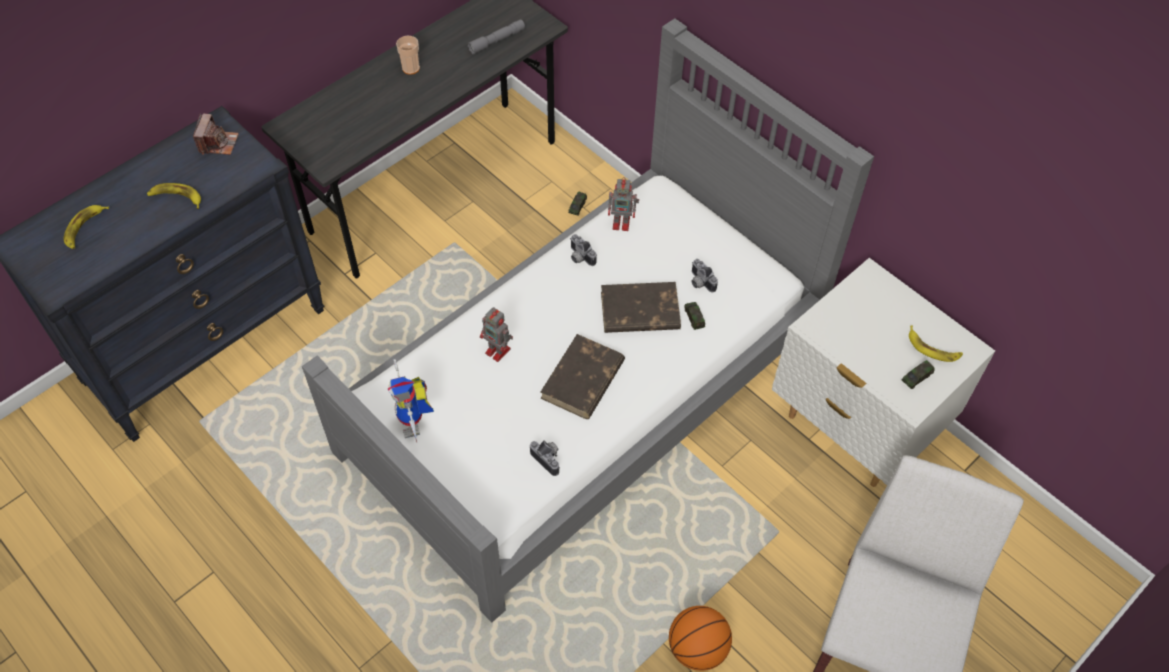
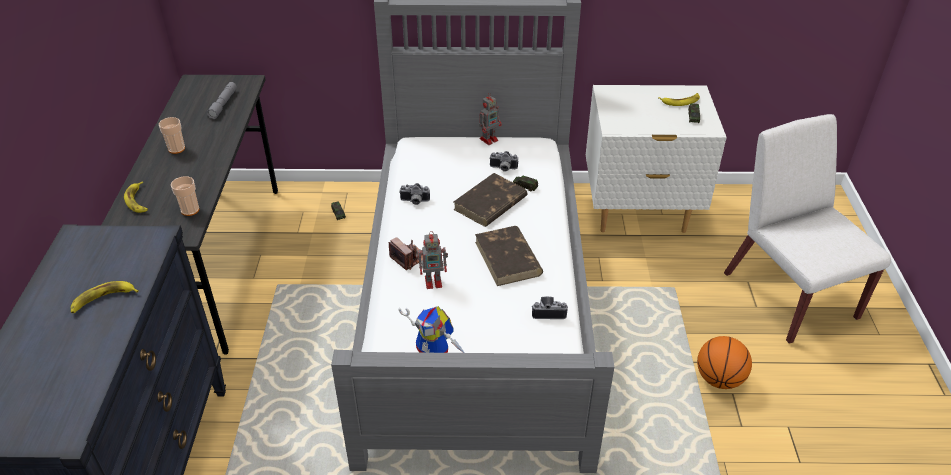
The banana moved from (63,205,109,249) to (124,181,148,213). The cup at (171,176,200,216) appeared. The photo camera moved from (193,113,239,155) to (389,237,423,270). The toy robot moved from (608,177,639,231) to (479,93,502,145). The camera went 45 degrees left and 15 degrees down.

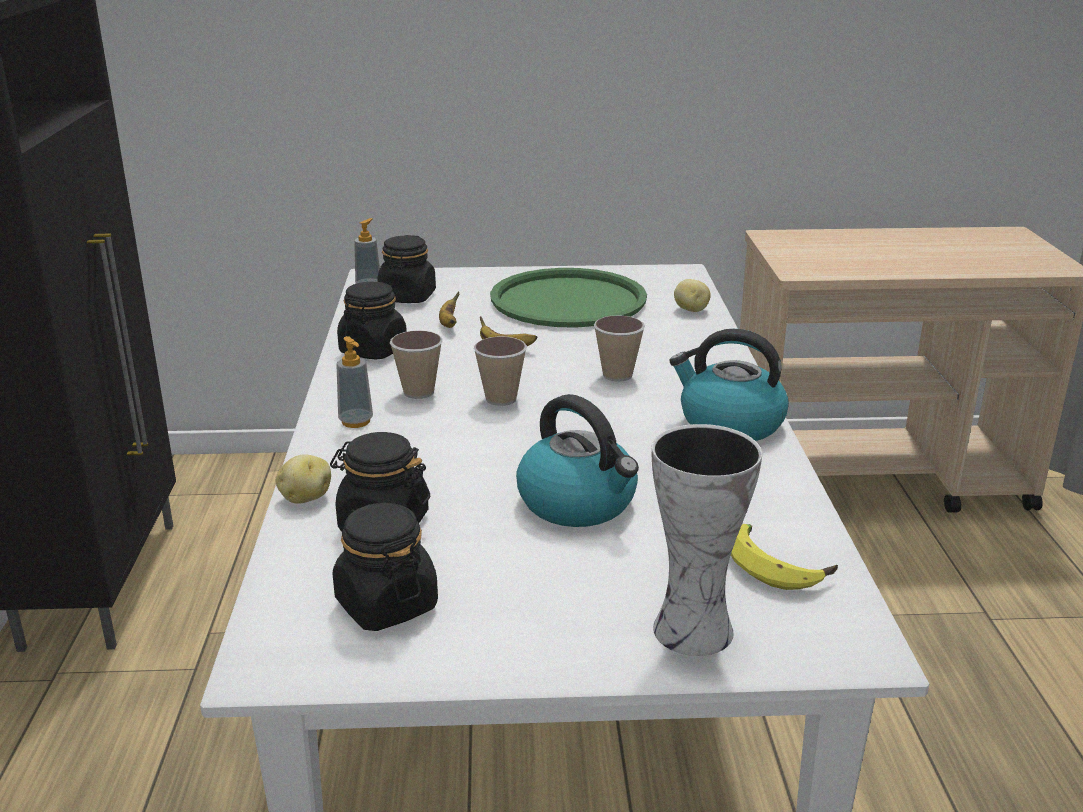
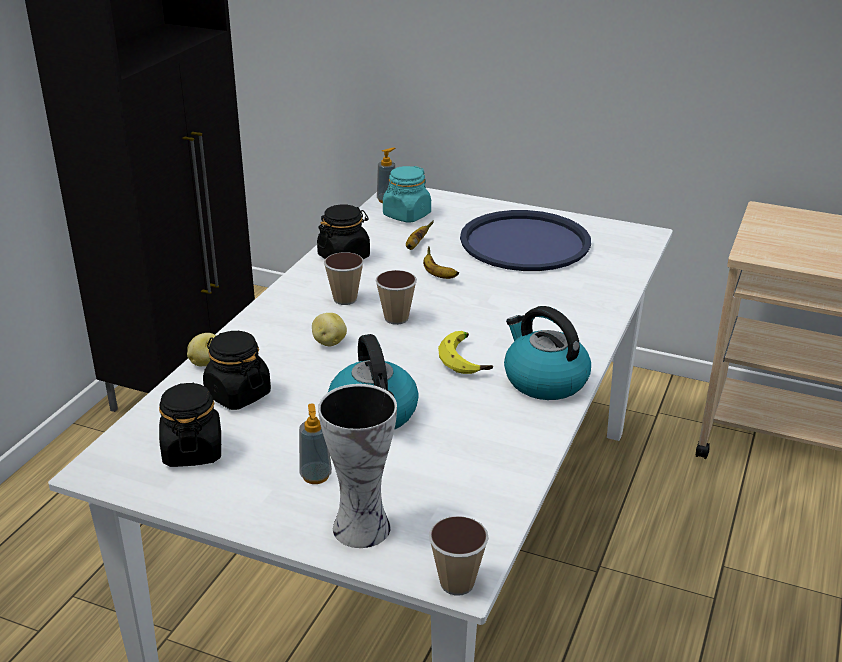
The soap dispenser moved from (336,336,373,428) to (299,403,332,484). The potato moved from (674,279,711,312) to (312,313,347,346). The jar/black at (377,235,436,303) became the jar/turquoise at (383,166,431,223). The cup moved from (594,315,645,382) to (429,516,489,596). The banana moved from (731,524,838,590) to (438,331,493,374). The tray/green at (490,268,647,328) became the tray/blue at (460,210,591,271). The camera went 25 degrees right and 5 degrees up.

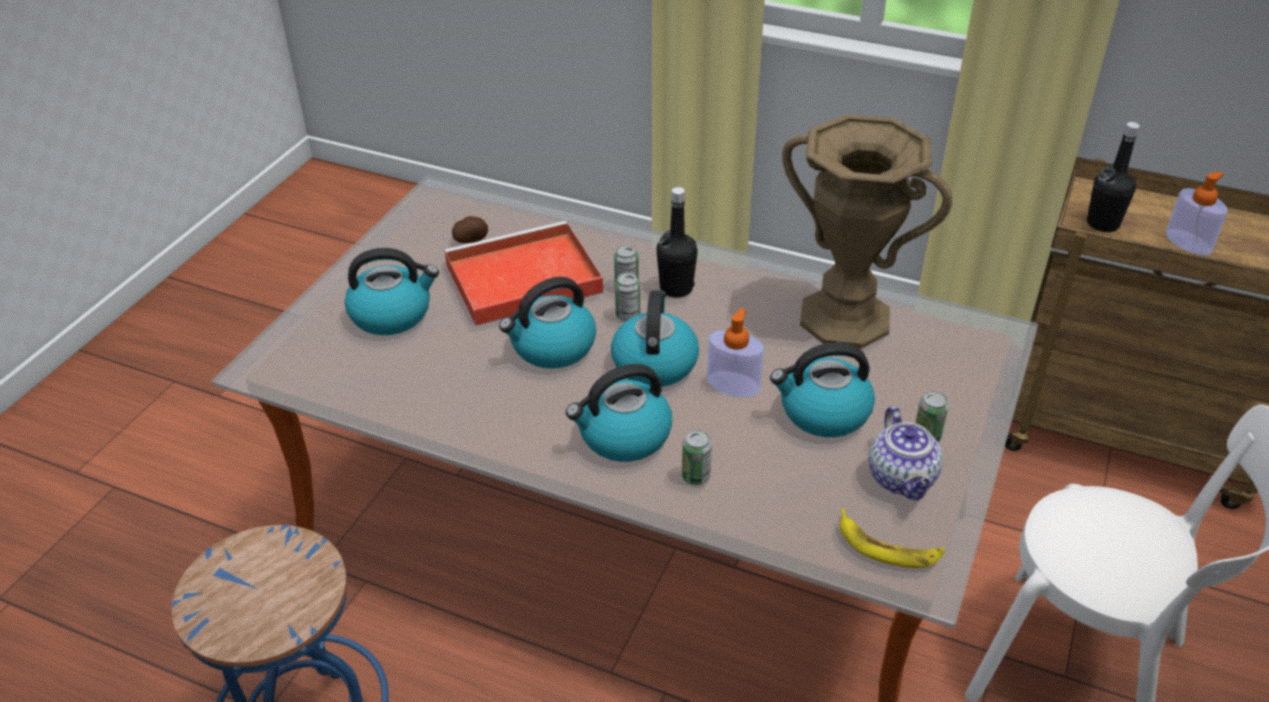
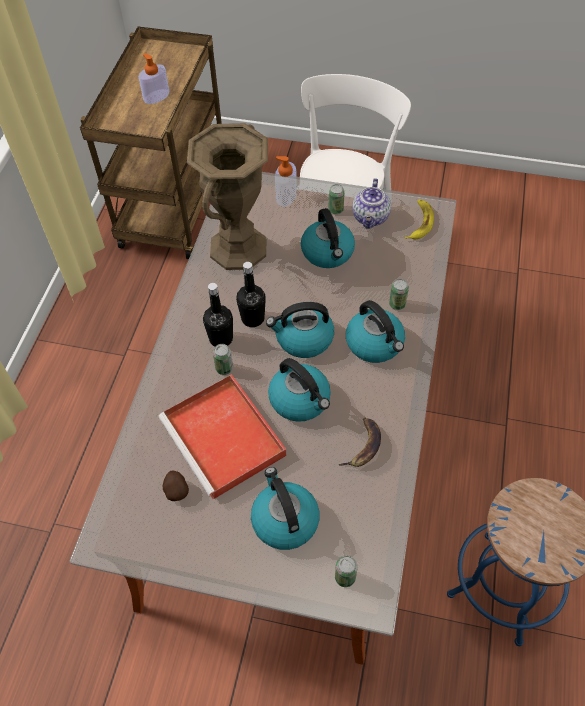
The bottle/black moved from (1087,122,1140,232) to (236,262,266,327). The soap dispenser moved from (707,308,764,397) to (275,156,297,207). The can moved from (615,273,640,322) to (335,556,358,587). The banana at (339,418,381,467) appeared. The teapot at (869,406,943,501) turned 120 degrees clockwise. The camera went 100 degrees left and 15 degrees up.

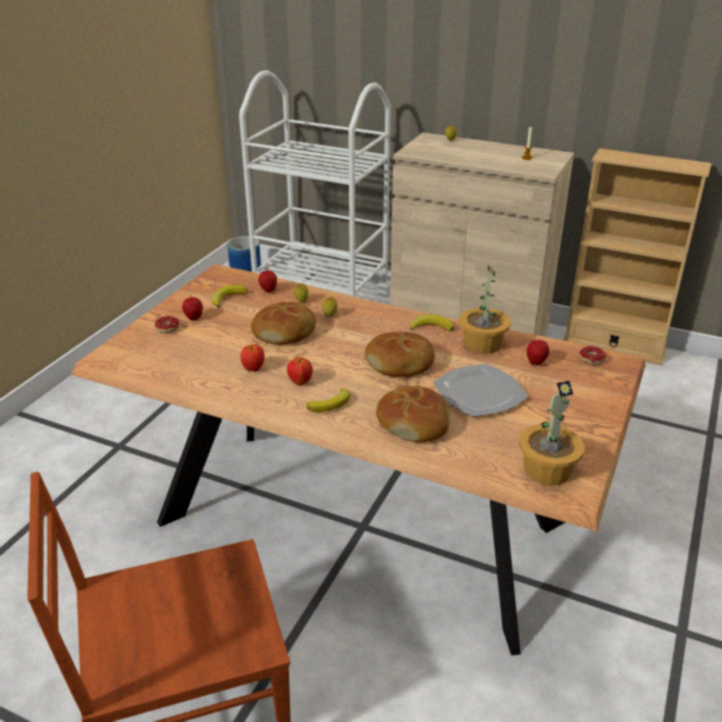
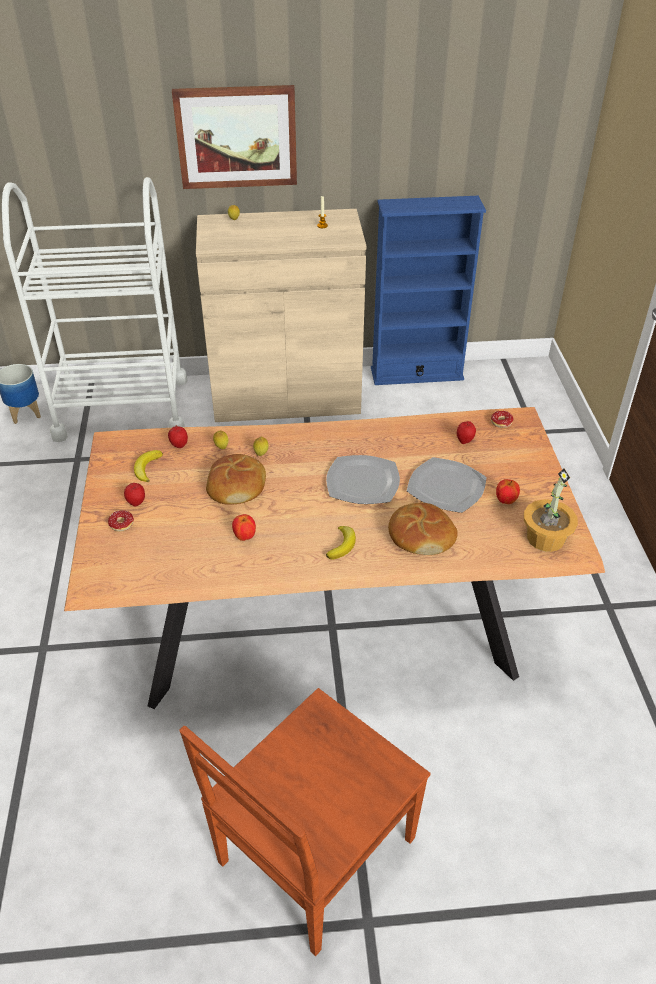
The picture at (172,85,297,189) appeared. The bread at (365,332,435,377) was replaced by the plate at (326,455,400,504). The bookcase/beige at (564,148,712,366) became the bookcase/blue at (371,196,486,385). The apple moved from (287,358,313,386) to (496,479,520,504). The banana at (410,315,454,331) disappeared. The potted plant at (459,266,511,354) disappeared. The camera went 30 degrees left and 10 degrees up.

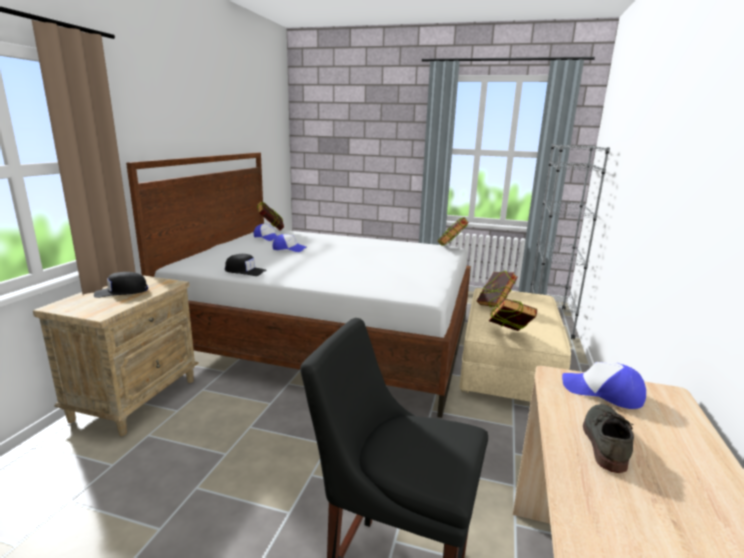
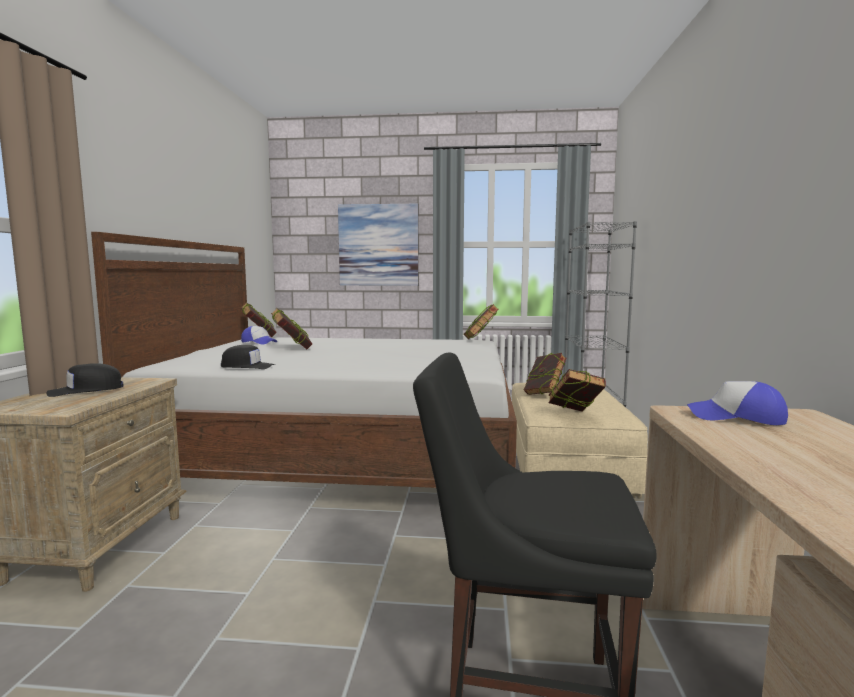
The cap at (272,234,307,252) was replaced by the book at (271,308,312,350). The picture at (338,204,418,286) appeared. The shoe/grey at (583,404,634,473) disappeared. The camera went 10 degrees left and 10 degrees down.

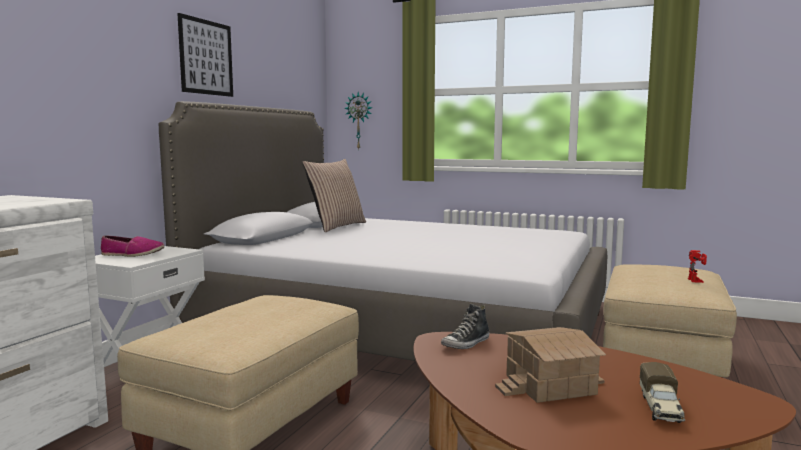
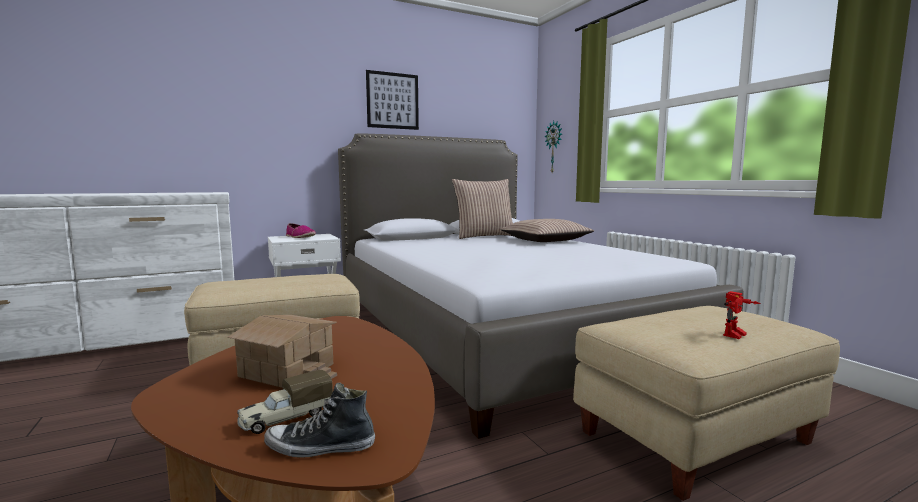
The shoe moved from (441,304,489,349) to (264,383,375,458). The pillow at (500,219,594,242) appeared. The camera went 40 degrees right and 0 degrees up.

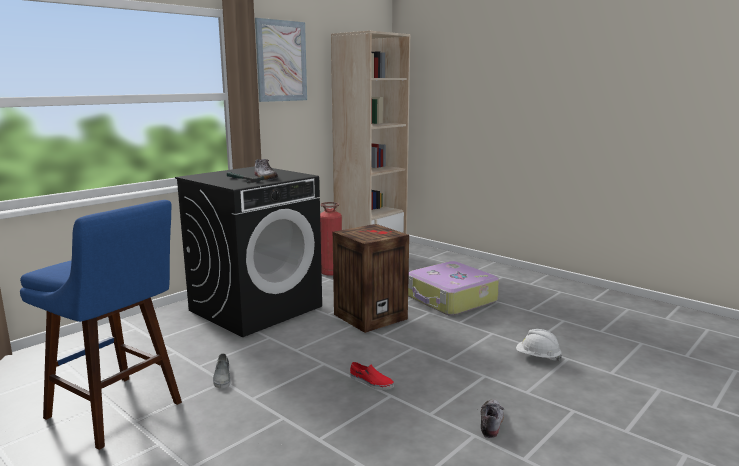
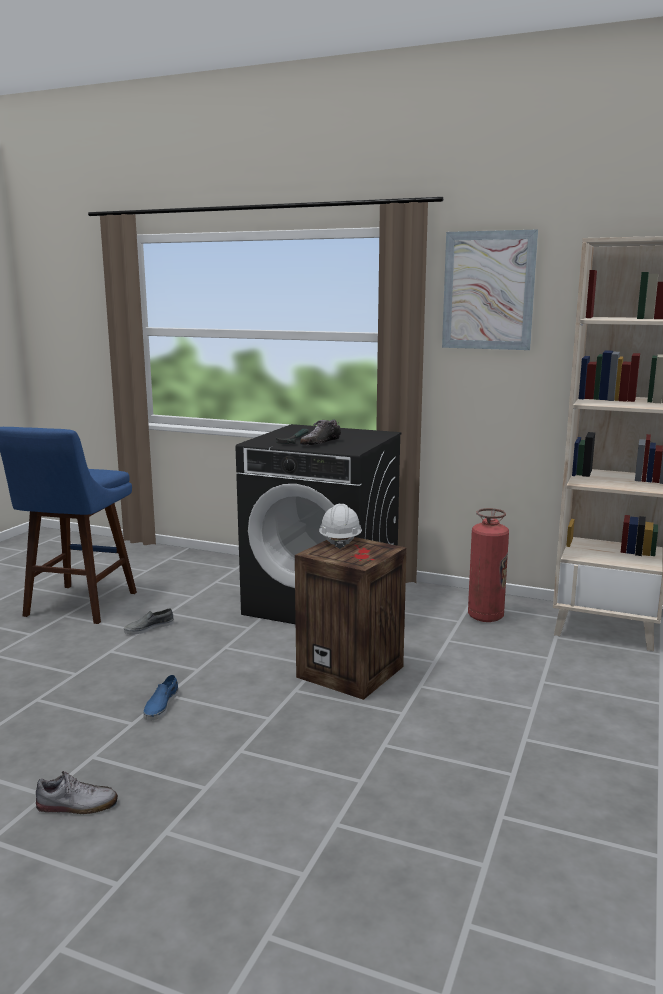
The shoe/red at (350,362,394,390) became the shoe/blue at (143,675,179,721). The hard hat/white moved from (516,329,562,361) to (319,504,362,549). The suitcase at (408,261,499,316) disappeared. The camera went 70 degrees right and 0 degrees up.

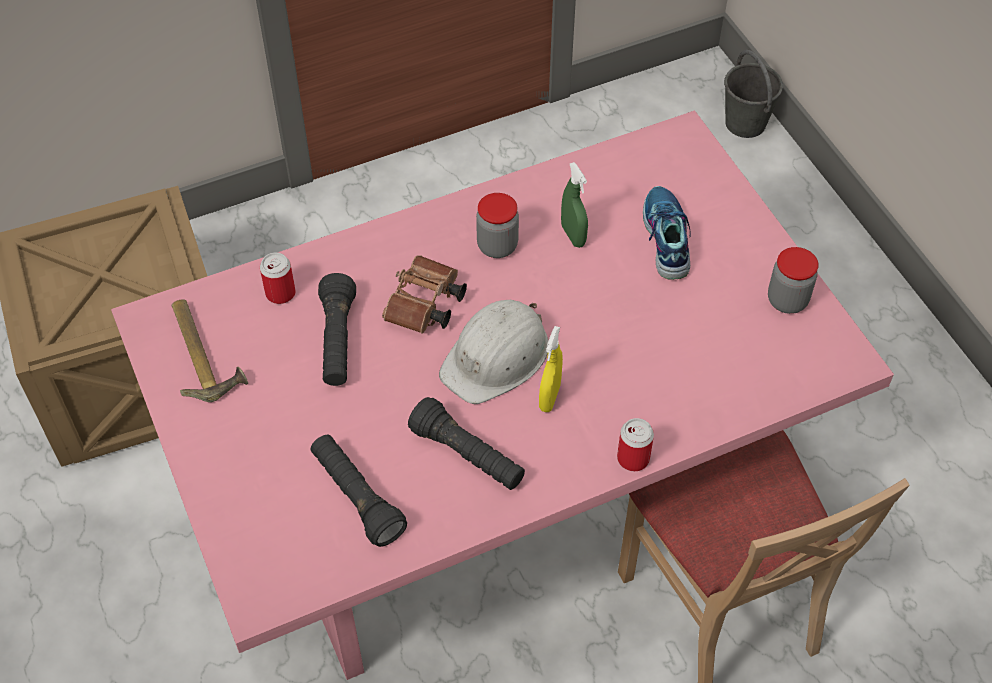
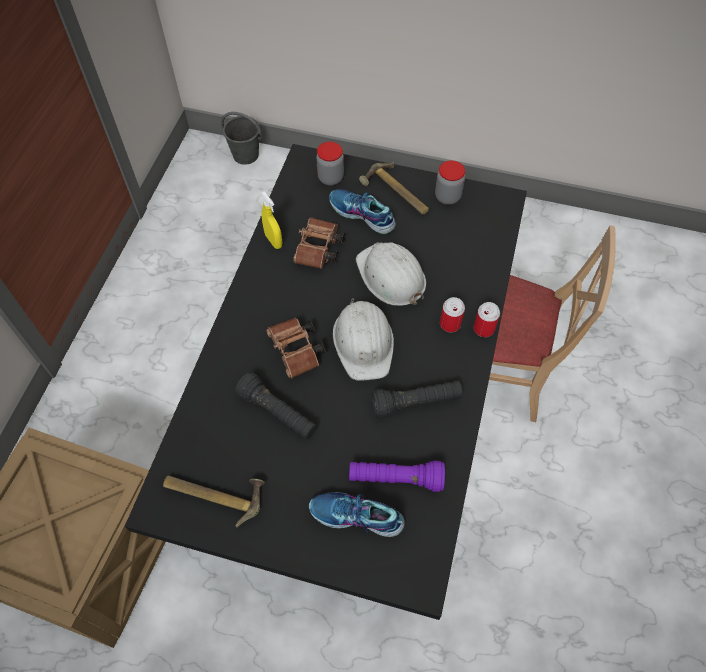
The dining table/pink at (111,111,894,680) became the dining table/black at (125,144,527,620). The spray bottle/yellow moved from (539,326,563,412) to (261,192,282,249). The spray bottle/green at (561,162,588,248) was replaced by the binoculars/brown at (293,218,346,269). The shoe at (309,492,405,537) appeared. The jar moved from (476,193,519,258) to (316,142,344,185). The flashlight/black at (311,435,407,547) became the flashlight/purple at (349,461,445,492). The hard hat/white at (356,242,426,306) appeared. The hammer at (359,163,429,215) appeared. The can moved from (260,252,296,304) to (440,297,465,332). The camera went 50 degrees left and 5 degrees up.

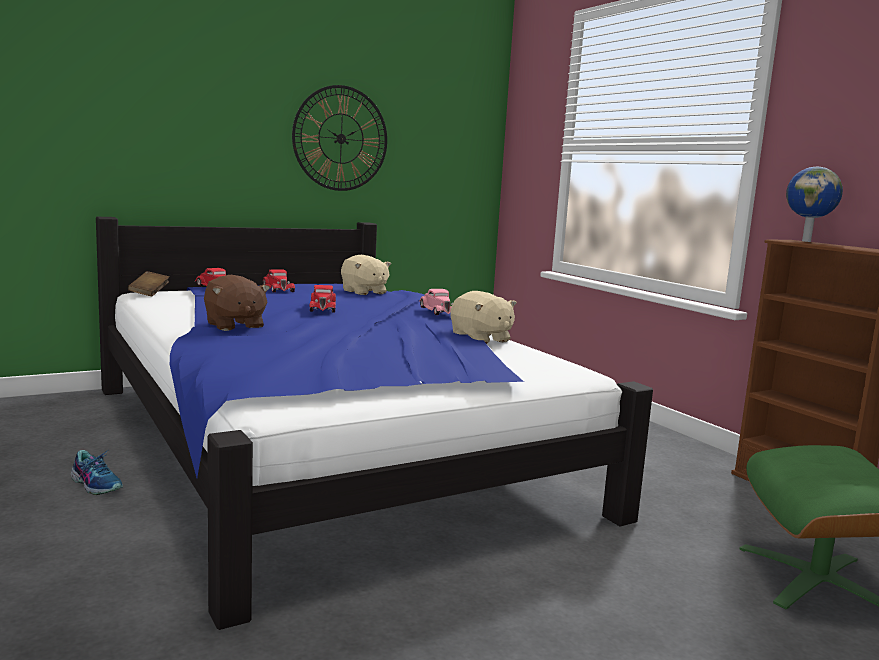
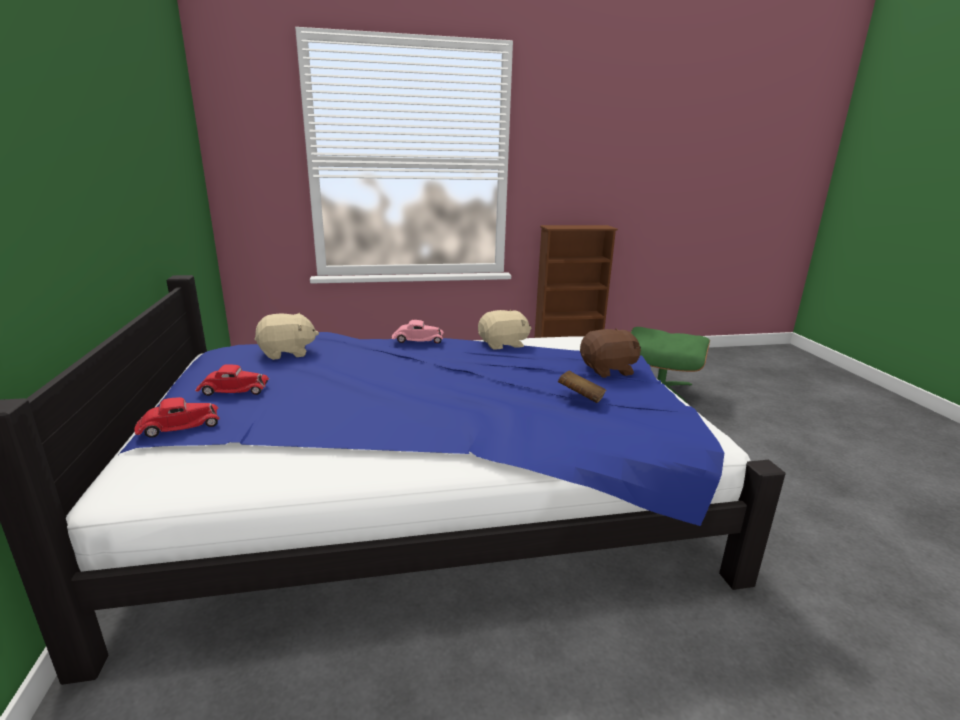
The book/brown moved from (128,271,169,296) to (558,371,607,403). The plush toy/brown moved from (204,275,270,331) to (580,329,641,378). The shoe at (71,450,123,495) disappeared. The wall clock at (292,85,387,191) disappeared. The toy car/red at (310,285,336,312) disappeared. The globe at (786,167,843,242) disappeared. The camera went 70 degrees left and 10 degrees up.

